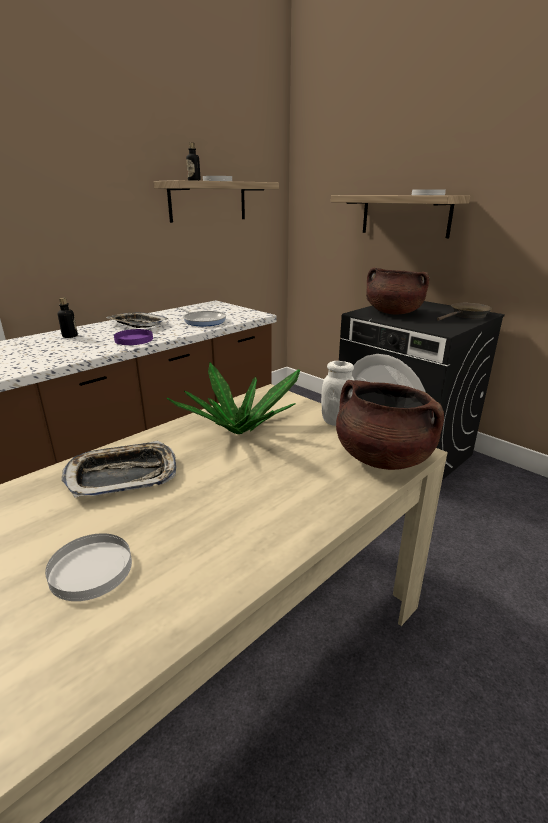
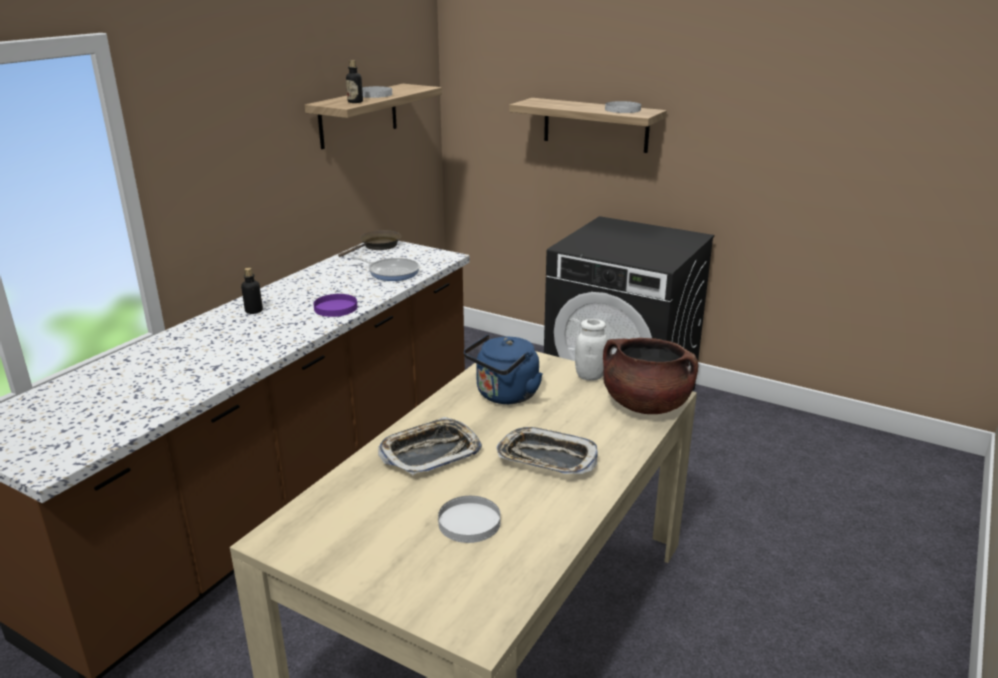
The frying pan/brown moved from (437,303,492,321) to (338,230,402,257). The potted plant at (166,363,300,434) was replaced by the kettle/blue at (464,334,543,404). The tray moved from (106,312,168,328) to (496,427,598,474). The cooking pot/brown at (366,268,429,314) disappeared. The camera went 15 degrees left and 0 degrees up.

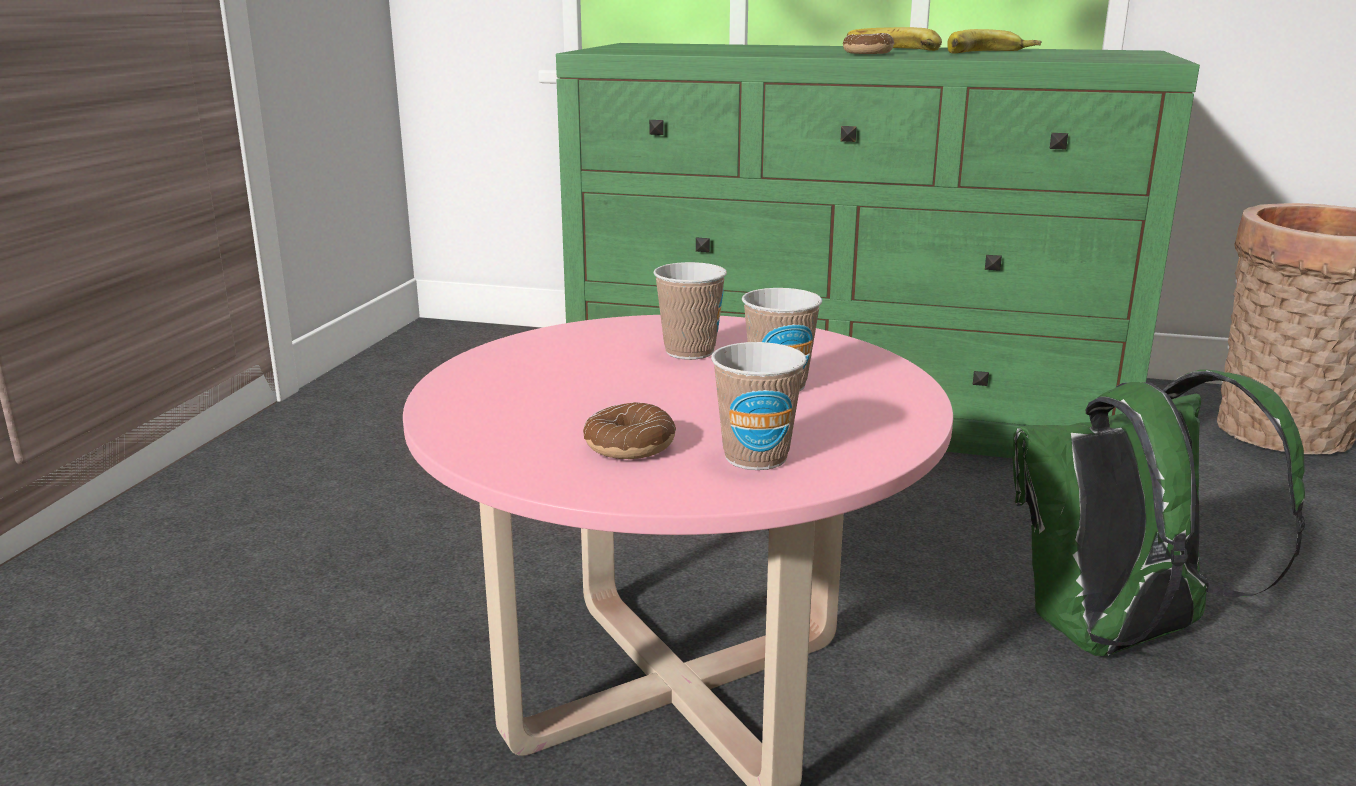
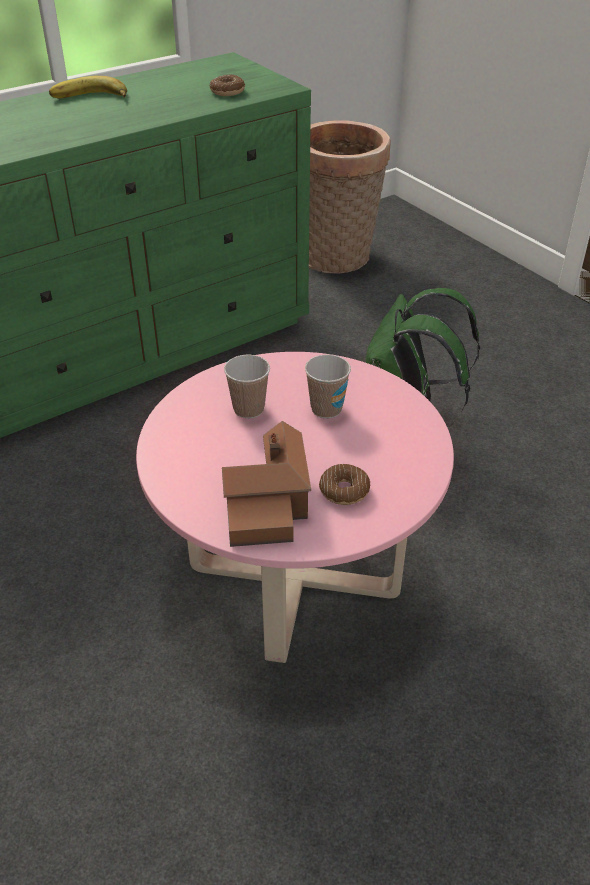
The donut moved from (843,33,895,54) to (210,74,245,96). The toy house at (222,421,311,547) appeared. The cup at (711,342,807,470) disappeared. The banana at (947,29,1042,54) disappeared. The camera went 50 degrees left and 20 degrees up.

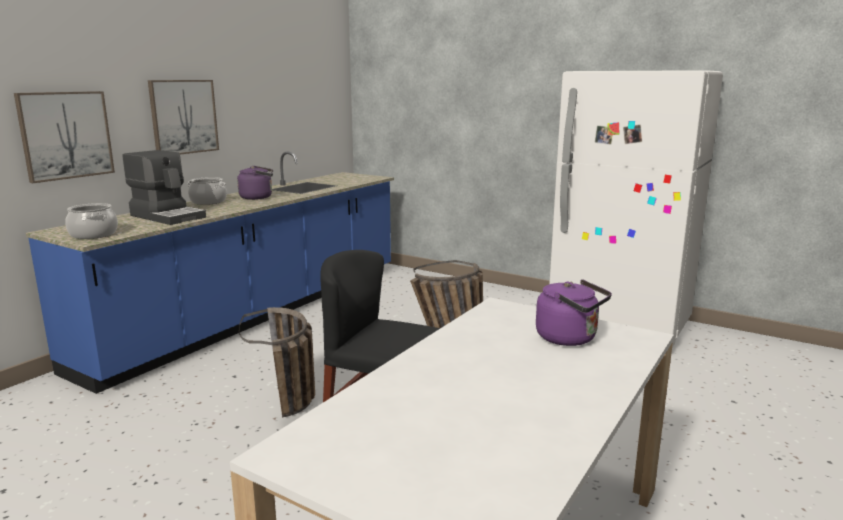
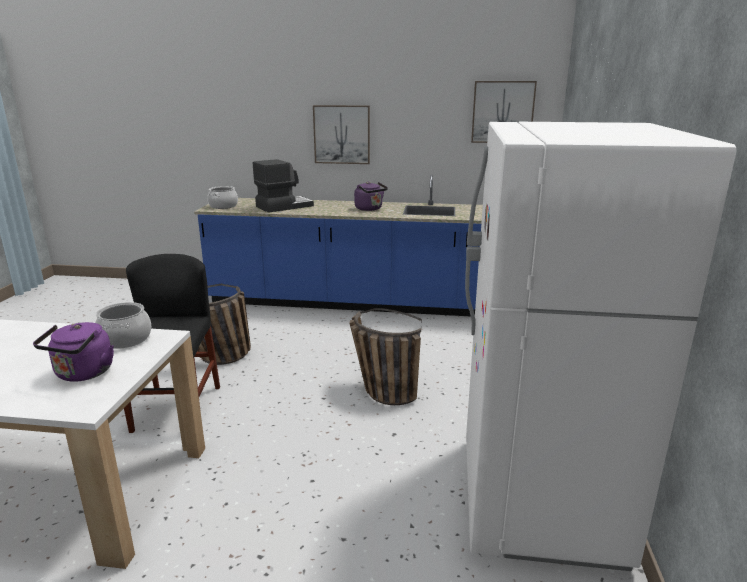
The cooking pot moved from (188,177,227,205) to (95,302,151,349). The coffee machine at (122,150,206,225) turned 135 degrees counterclockwise. The picture moved from (14,91,115,183) to (471,81,537,143). The camera went 65 degrees right and 5 degrees up.

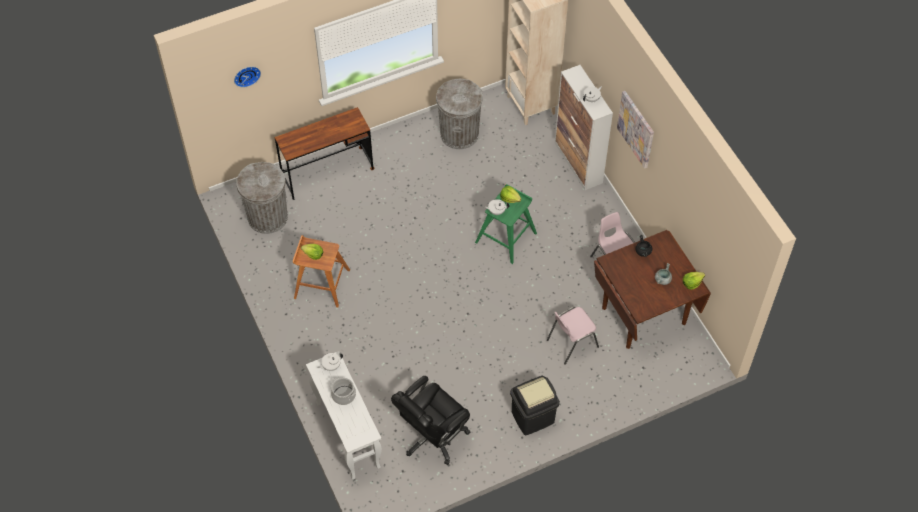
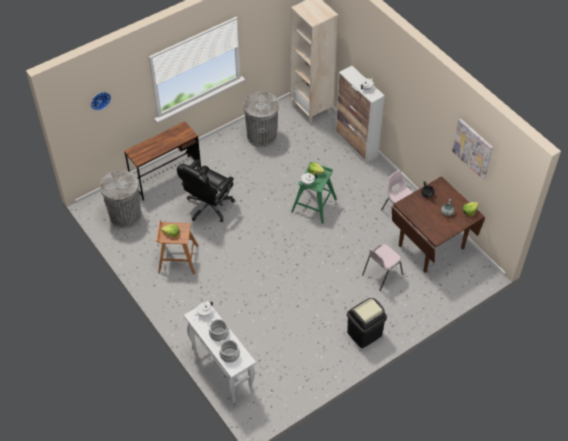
The office chair/black moved from (391,376,471,465) to (177,160,235,222). The cooking pot at (219,340,240,363) appeared. The picture moved from (617,91,654,169) to (452,118,493,180). The camera went 10 degrees left and 5 degrees down.

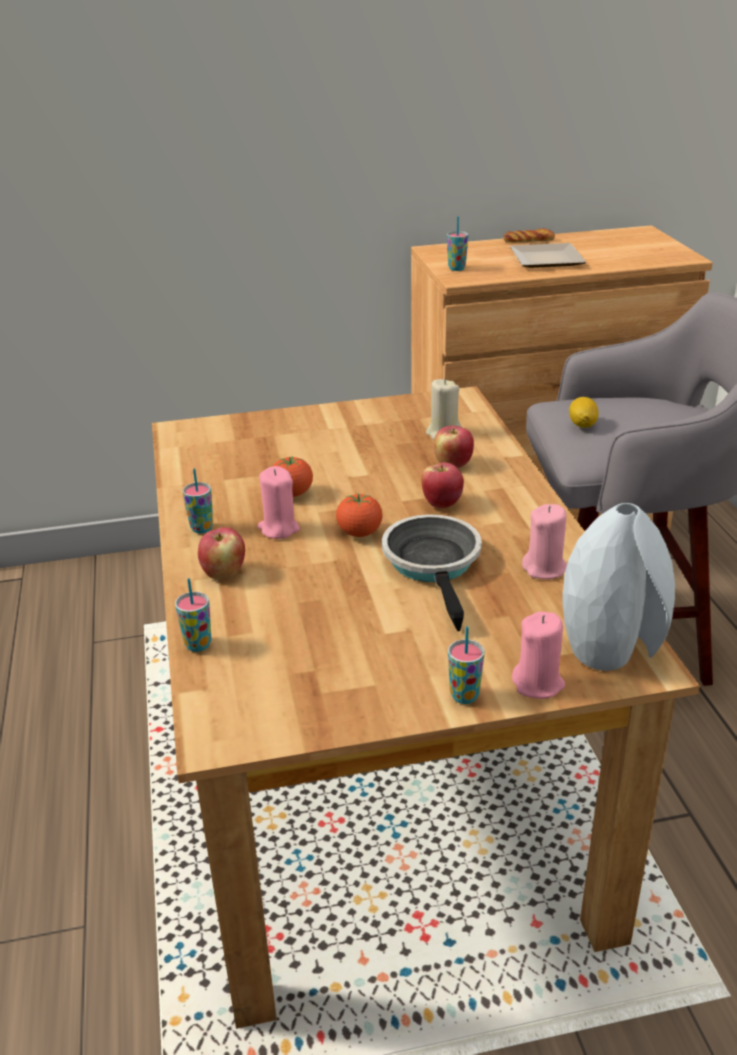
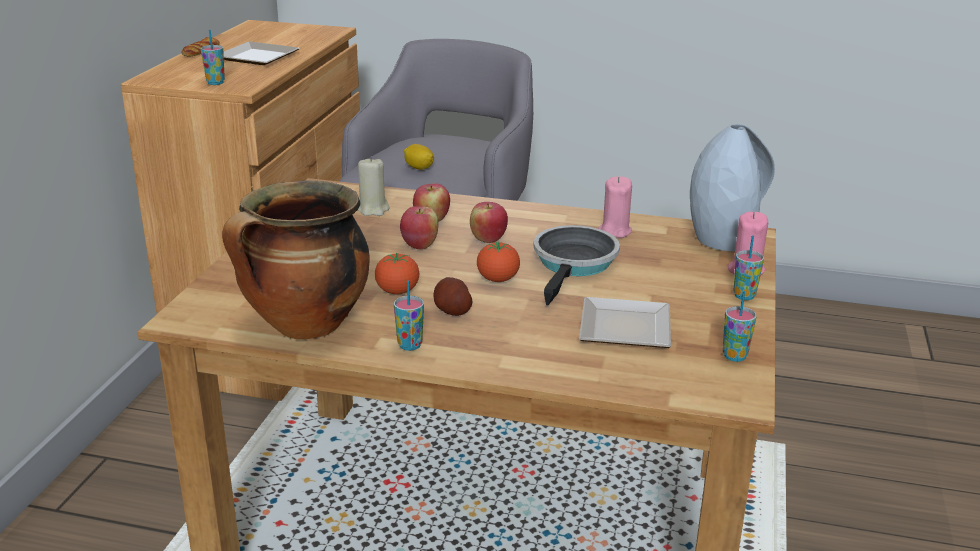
The cooking pot at (222,180,369,340) appeared. The apple moved from (198,527,245,579) to (400,206,438,250). The candle/pink at (257,466,300,539) was replaced by the potato at (434,277,473,316). The frying pan at (382,514,482,631) turned 90 degrees clockwise. The plate at (579,297,671,348) appeared. The cup moved from (175,578,211,652) to (723,291,757,362). The camera went 65 degrees left and 5 degrees down.

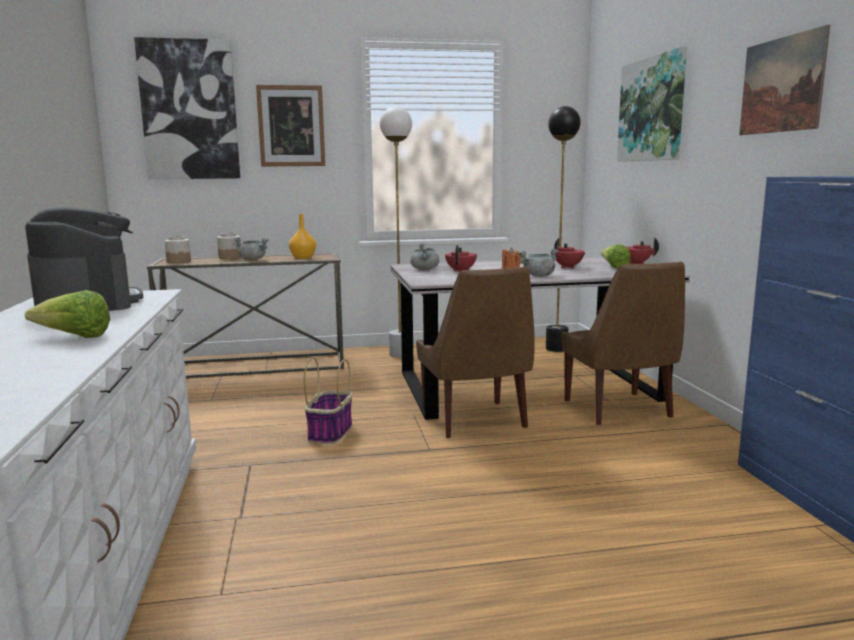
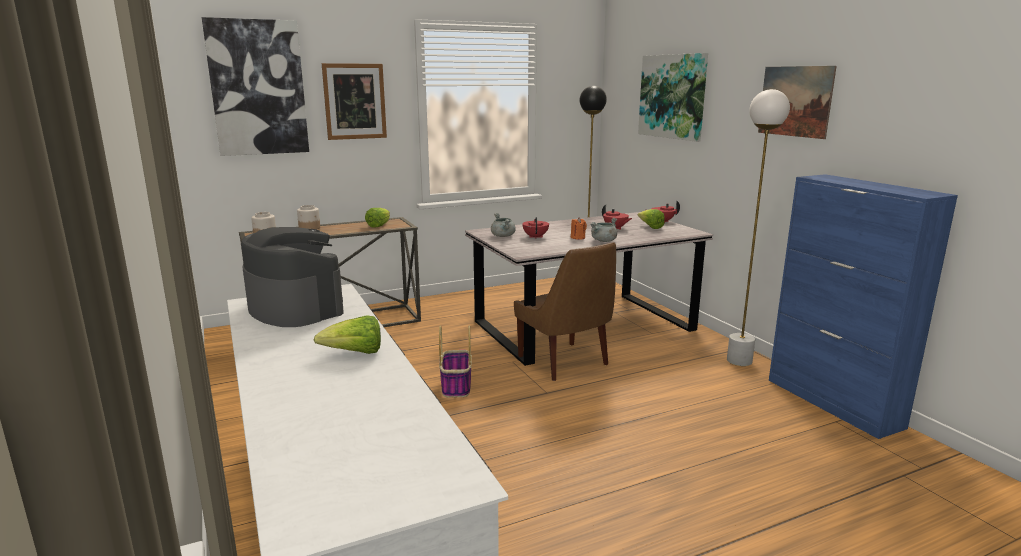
The vase/orange at (289,214,316,259) was replaced by the lettuce at (365,208,390,228). The floor lamp/white moved from (380,106,412,358) to (727,89,790,366). The cooking pot/grey at (234,237,269,260) disappeared. The chair/brown at (561,262,685,425) disappeared. The camera went 15 degrees left and 5 degrees up.

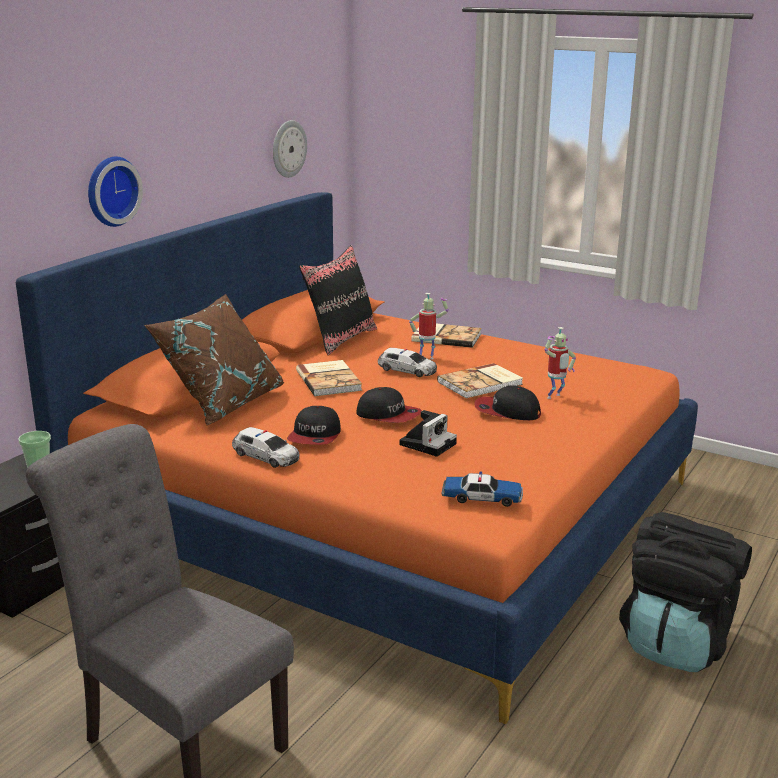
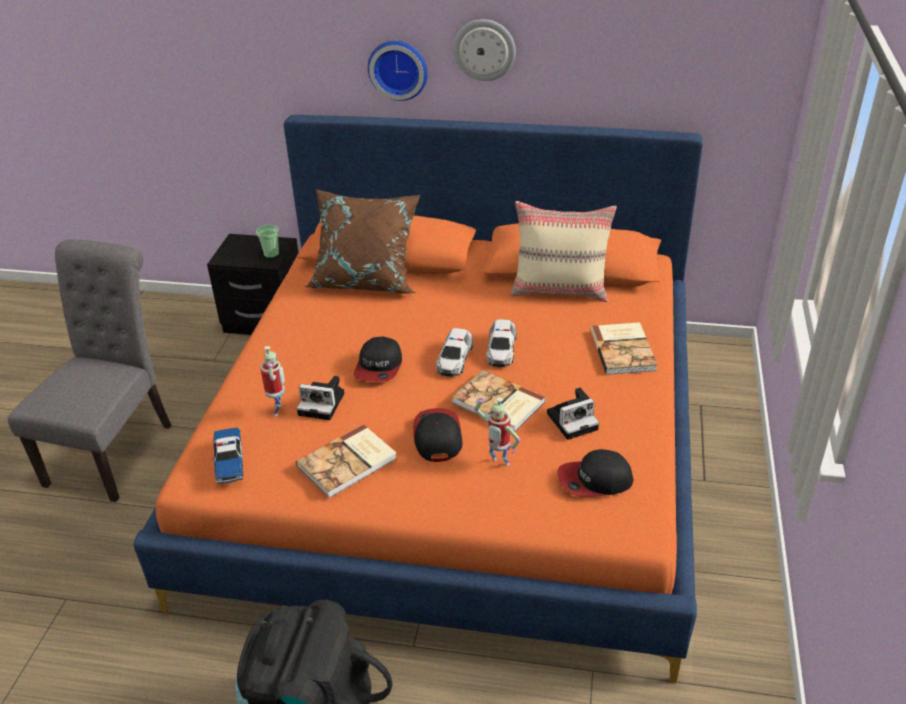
The toy robot moved from (409,293,449,360) to (260,346,285,417). The book moved from (296,360,362,396) to (296,424,397,498). The toy car moved from (232,427,300,468) to (436,328,473,377). The wall clock moved from (273,120,307,178) to (453,19,516,81). The pillow/black at (299,245,377,355) became the pillow/beige at (511,201,617,302). The photo camera at (547,387,599,440) appeared. The cap moved from (287,406,341,445) to (557,449,634,497). The camera went 70 degrees right and 15 degrees up.

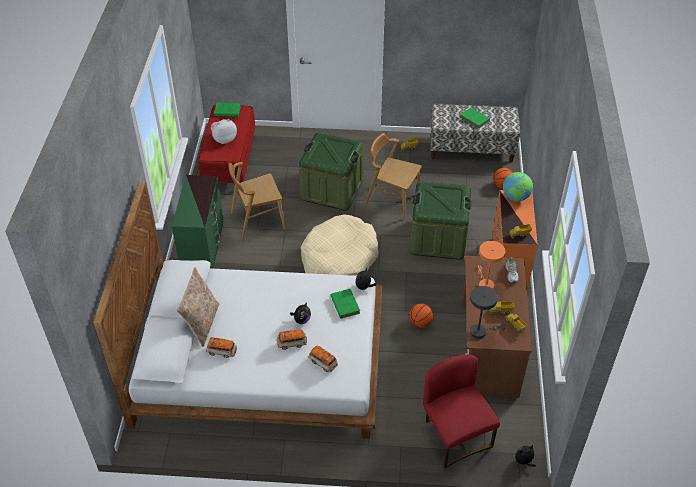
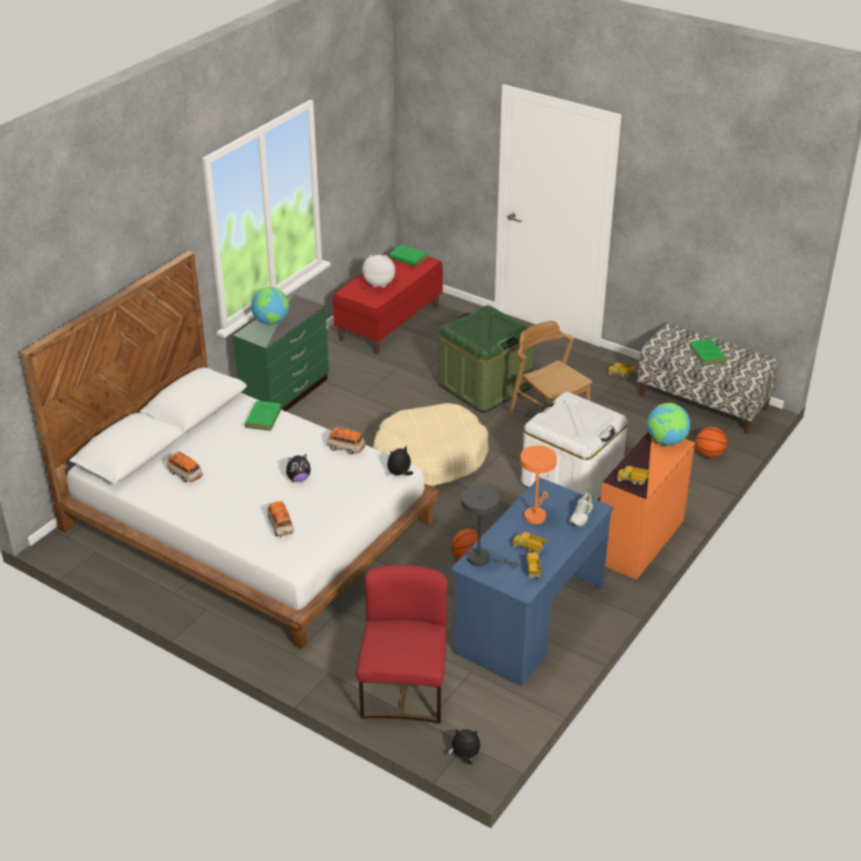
The book/green moved from (330,289,360,319) to (245,401,282,431). The globe at (251,287,289,325) appeared. The toy car moved from (277,330,307,350) to (327,427,365,454). The desk/brown at (462,256,532,398) became the desk/blue at (450,477,613,686). The storage box/green at (410,181,471,260) became the storage box/white at (521,392,628,500). The pillow/beige at (177,267,220,347) disappeared. The chair/brown at (228,162,286,240) disappeared. The camera went 30 degrees right and 10 degrees down.

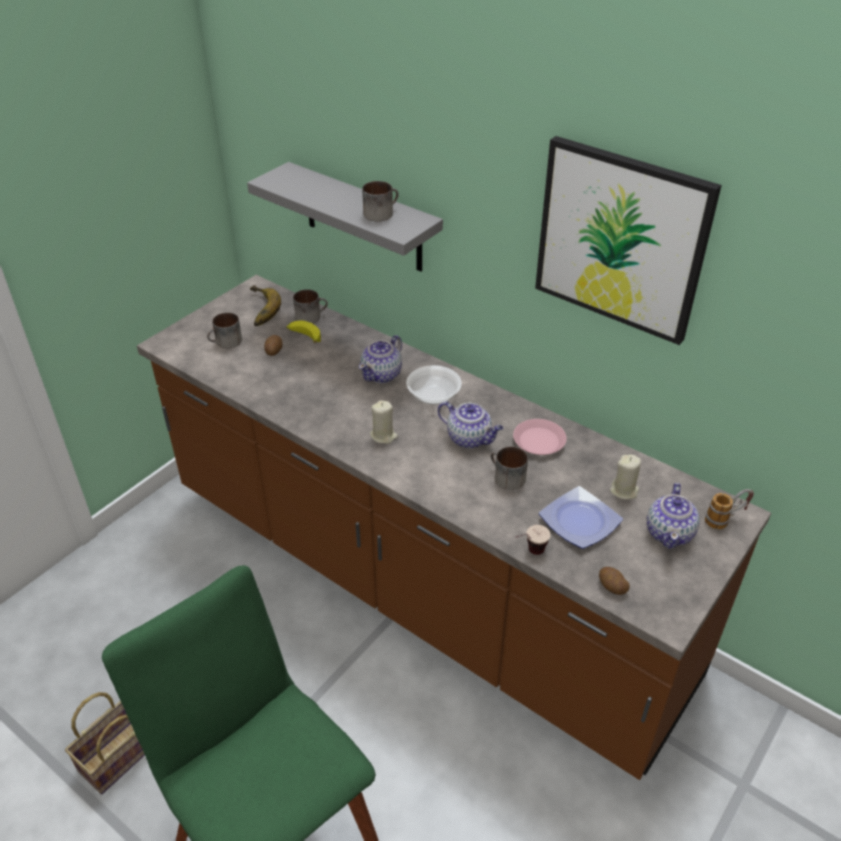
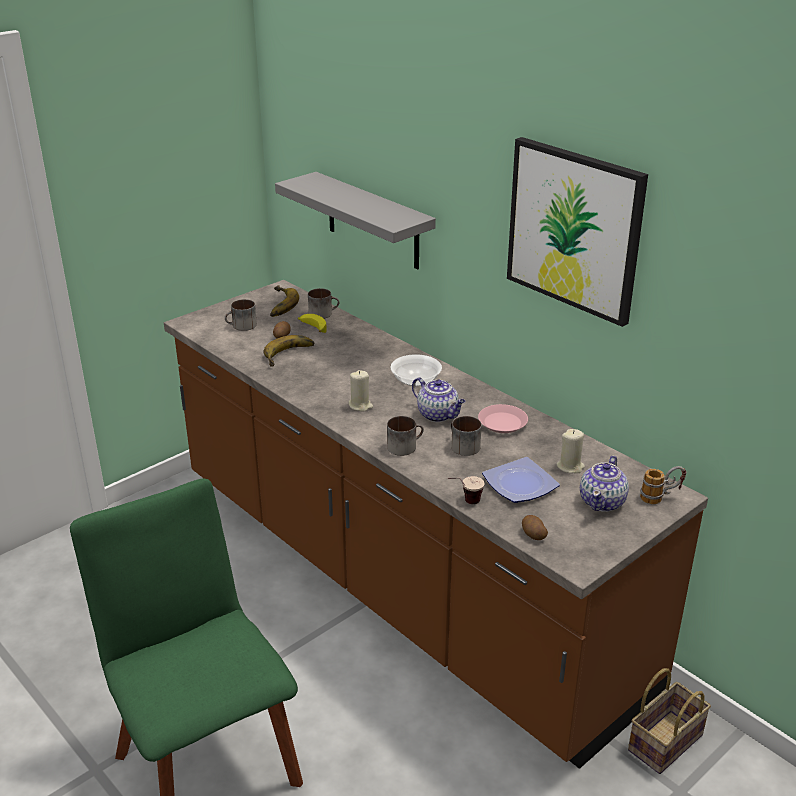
The banana at (264,335,314,367) appeared. The mug moved from (362,181,399,222) to (387,416,424,456). The basket moved from (65,692,145,794) to (628,668,711,774). The teapot at (359,335,402,383) disappeared. The camera went 10 degrees right and 10 degrees down.

